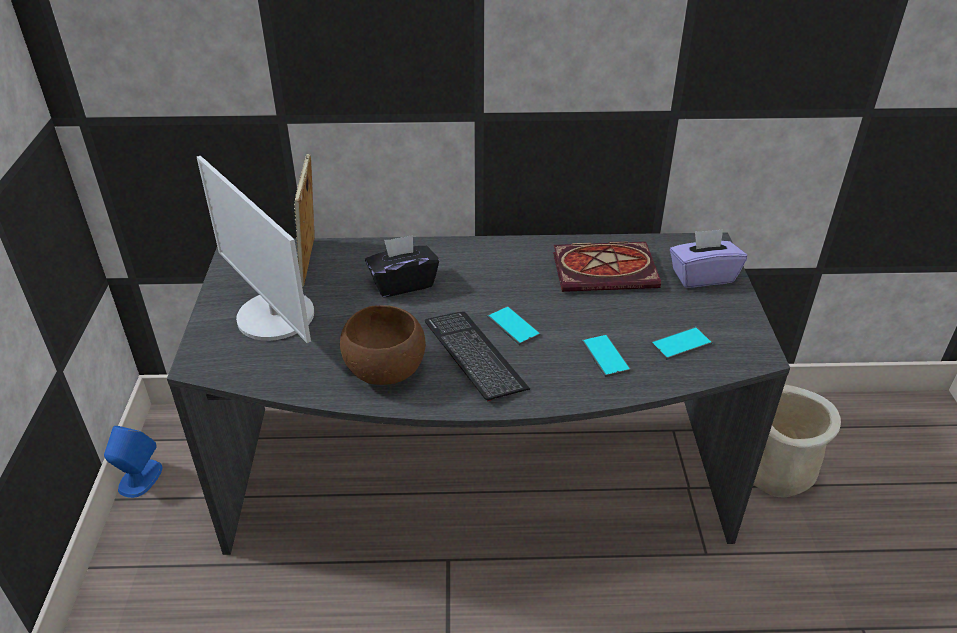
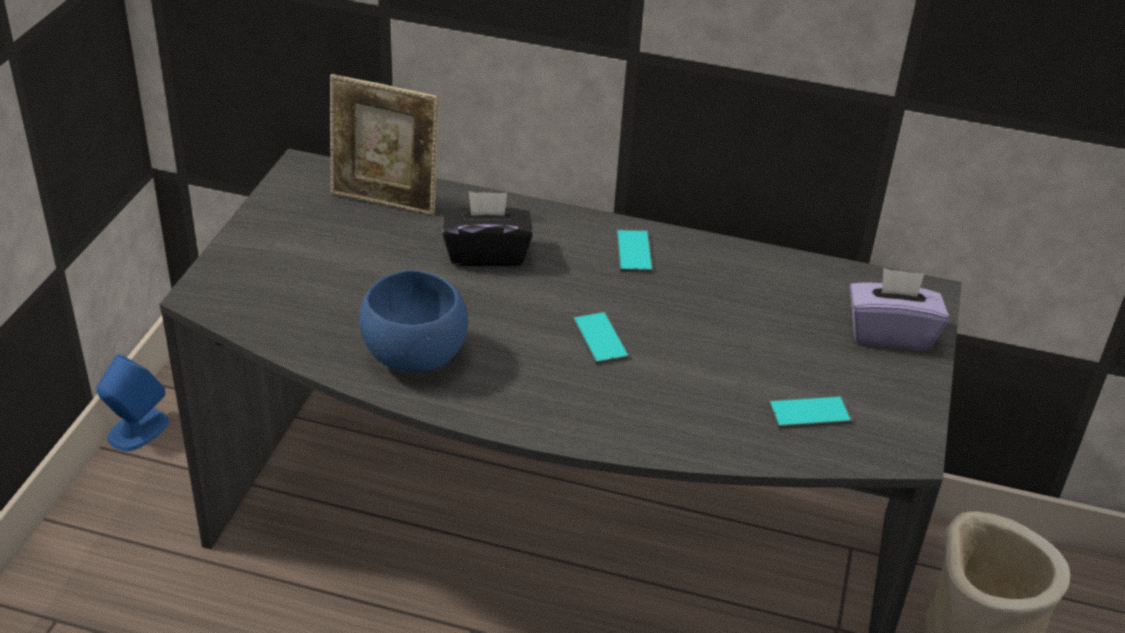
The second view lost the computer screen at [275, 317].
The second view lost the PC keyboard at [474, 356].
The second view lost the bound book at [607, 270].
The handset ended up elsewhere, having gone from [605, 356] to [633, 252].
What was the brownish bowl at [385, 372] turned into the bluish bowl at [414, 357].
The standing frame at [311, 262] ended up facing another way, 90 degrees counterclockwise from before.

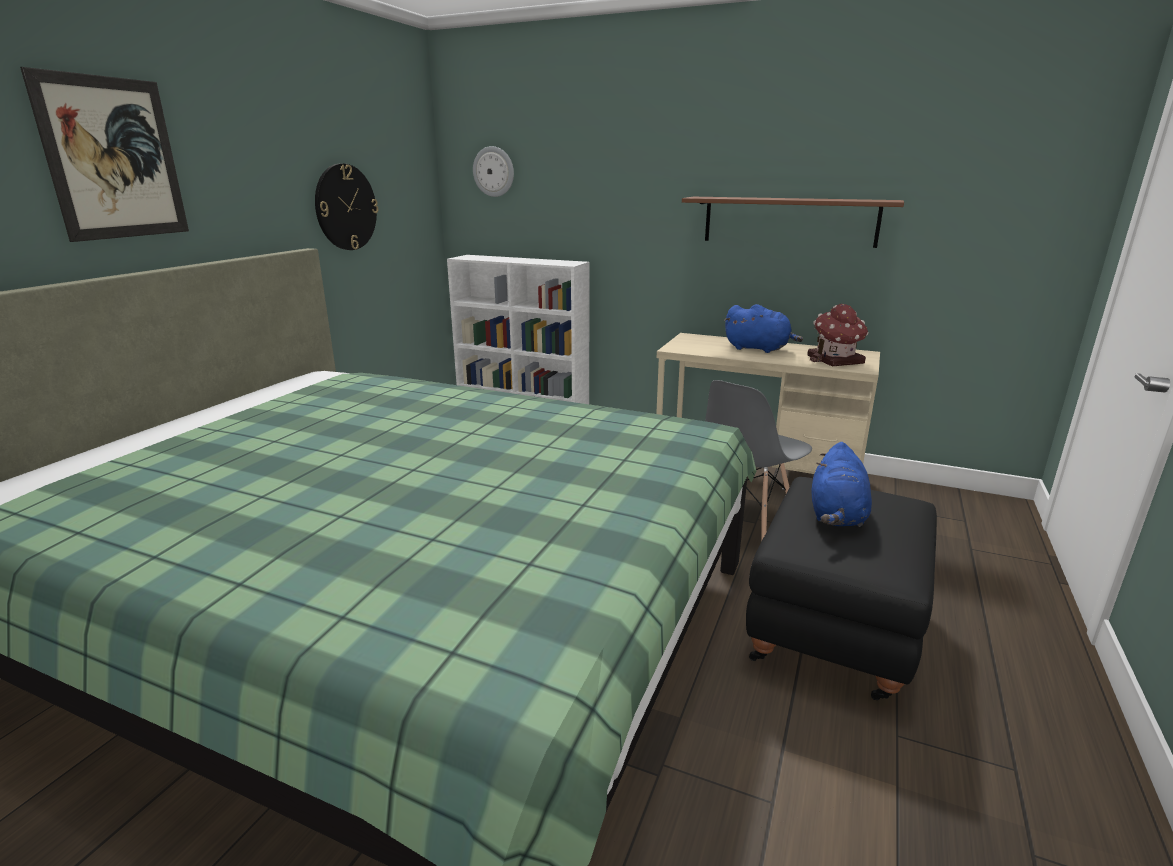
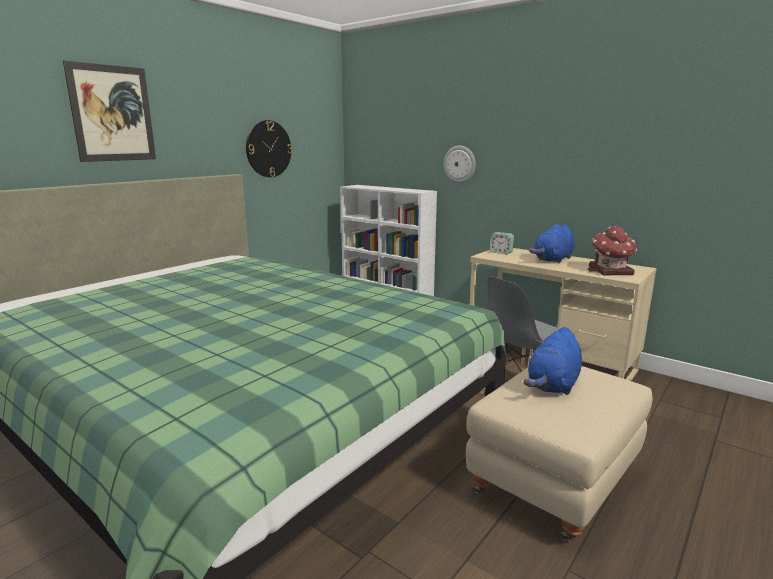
The second view lost the brownish wall shelf at [789, 221].
The second view gained the bedside clock at [501, 252].
The wall clock ended up elsewhere, having gone from [494, 171] to [459, 164].
What was the black ottoman at [835, 633] turned into the sand-coloured ottoman at [554, 485].
The bluish soft toy at [759, 349] ended up facing another way, 90 degrees clockwise from before.

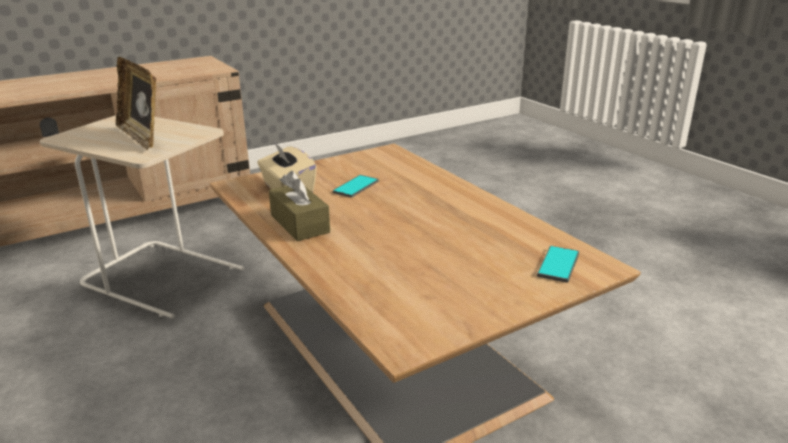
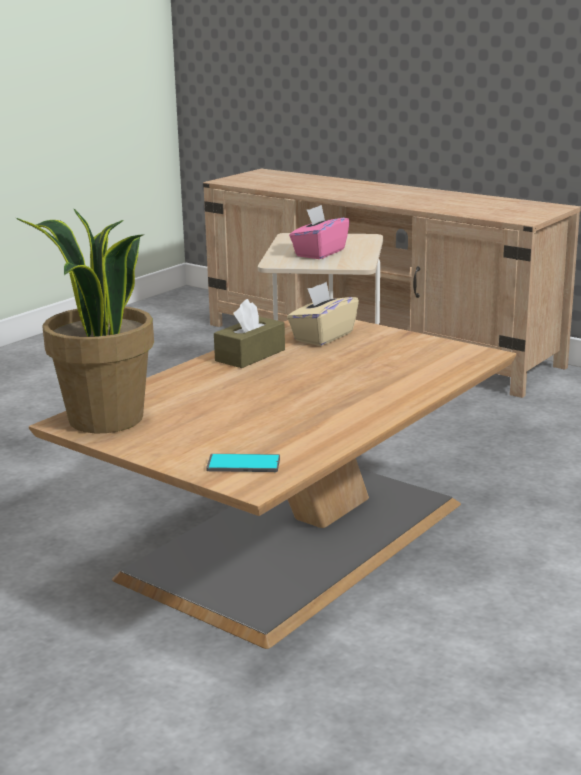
The second view lost the handset at [356, 187].
The second view gained the plant in a pot at [104, 419].
Where the standing frame stood at [142, 137], the pink-coloured box of tissues came to stand at [319, 253].

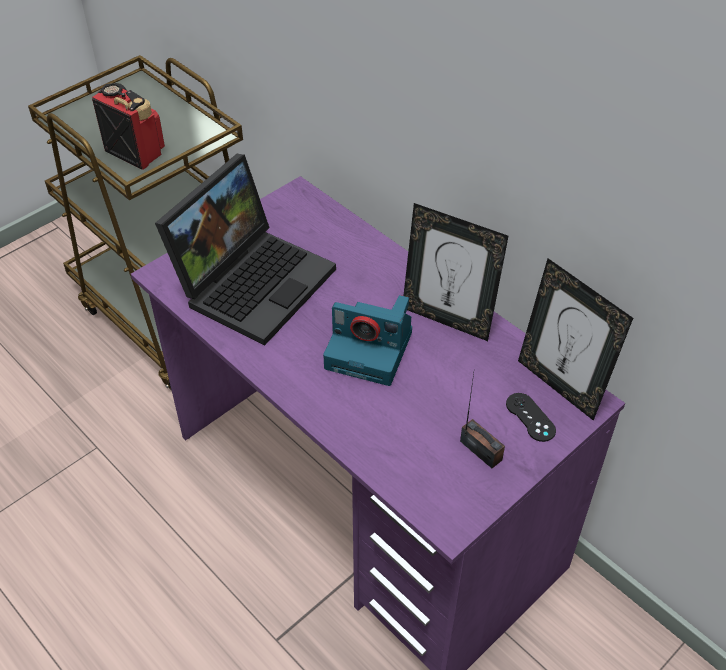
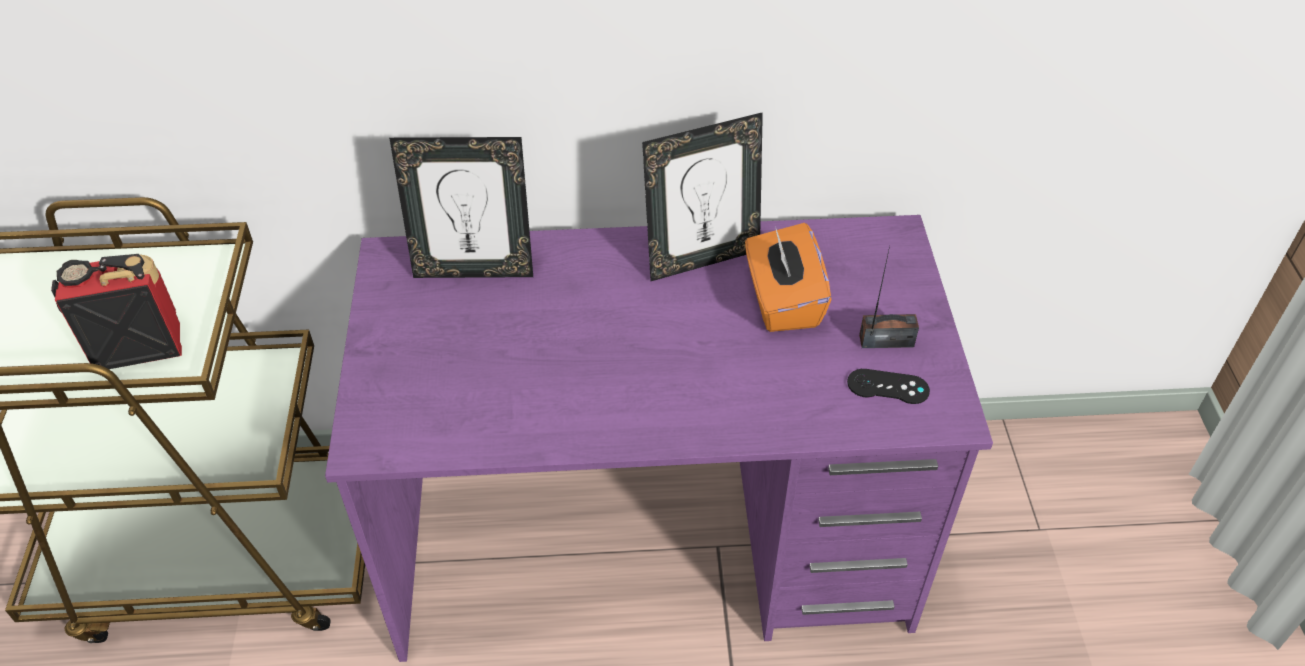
The second view lost the portable computer at [254, 280].
The second view lost the photo camera at [371, 350].
The second view gained the orangey box of tissues at [782, 301].
The black joypad ended up elsewhere, having gone from [530, 417] to [888, 387].
The standing frame ended up elsewhere, having gone from [560, 385] to [474, 270].

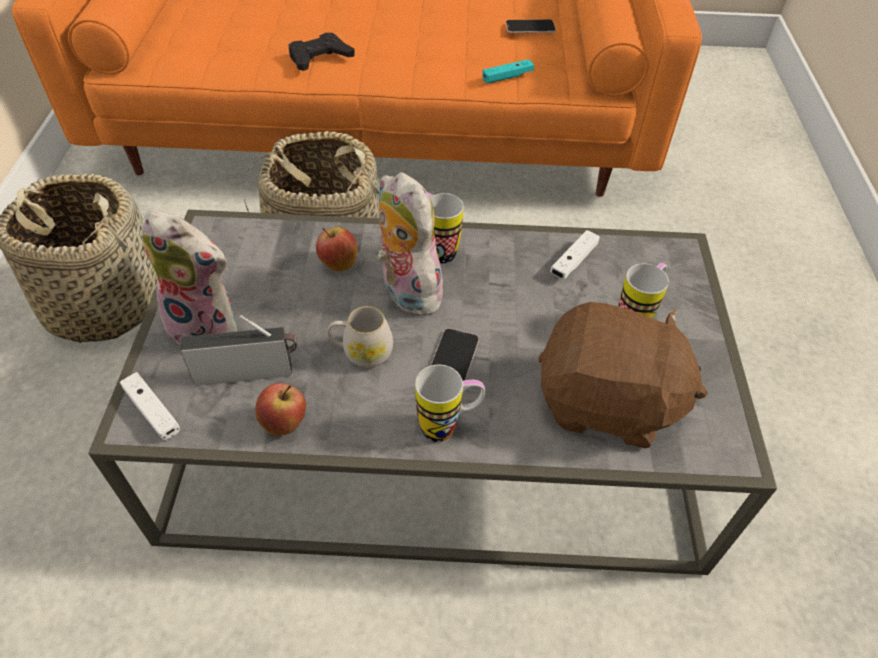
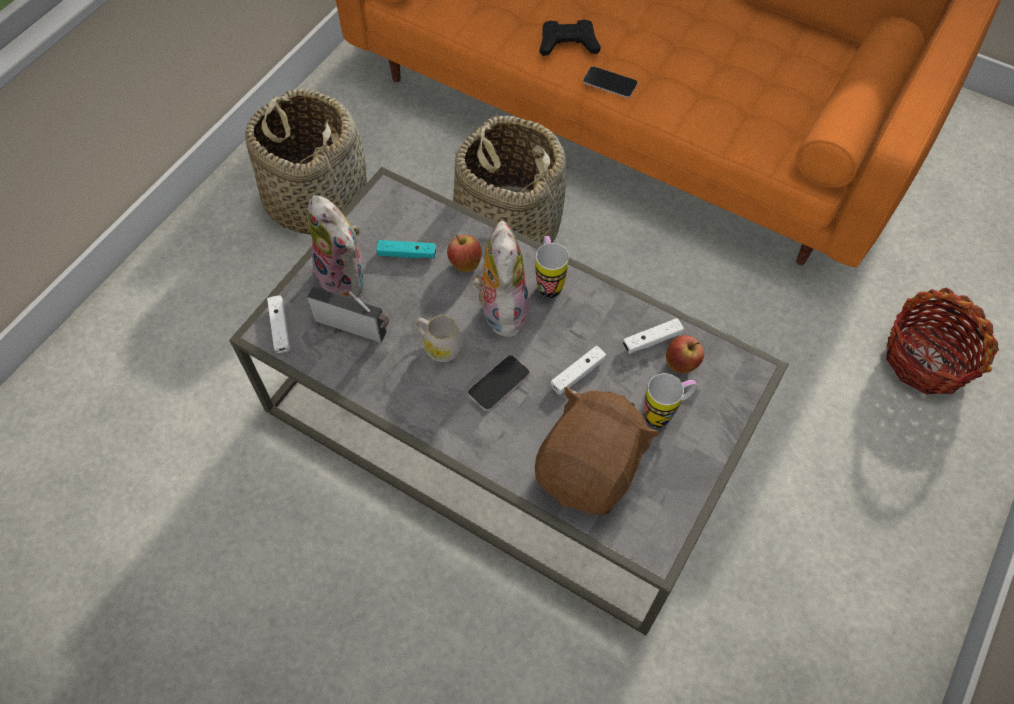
The second view lost the coffee mug at [448, 427].
The second view gained the whitish joypad at [578, 374].
The second view gained the basket at [927, 359].
The whole apple ended up elsewhere, having gone from [285, 423] to [681, 364].
The turquoise-coloured joypad ended up elsewhere, having gone from [507, 77] to [407, 254].
The handset ended up elsewhere, having gone from [530, 27] to [610, 83].
The brownish soft toy at [607, 403] ended up facing another way, 105 degrees counterclockwise from before.

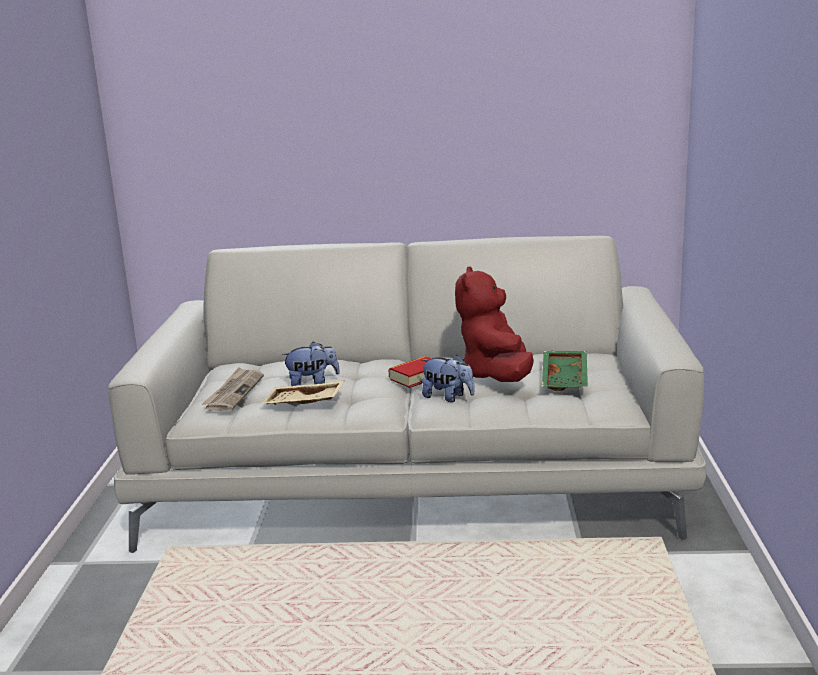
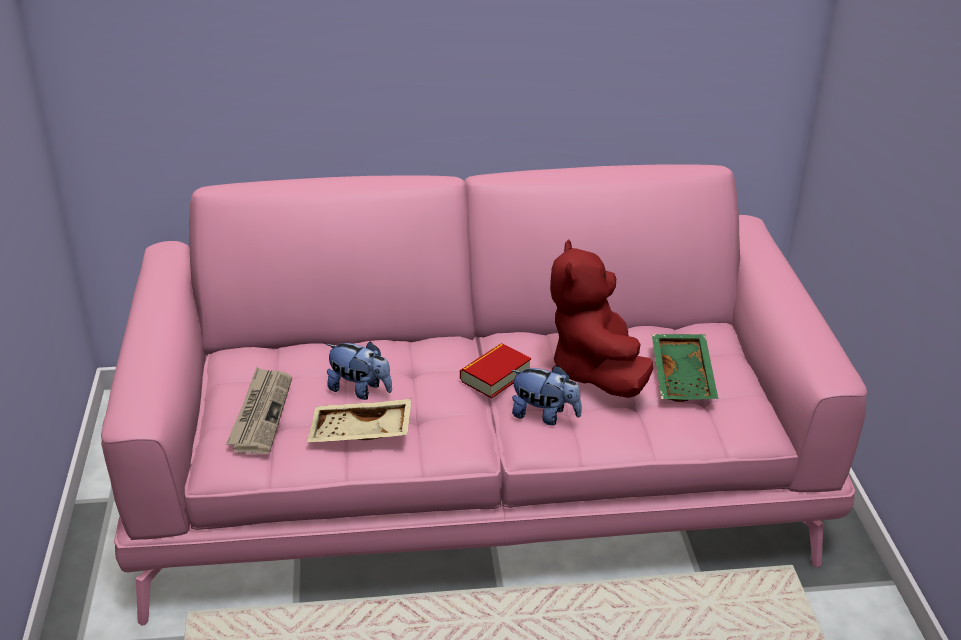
What was the whitish settee at [415, 476] turned into the pink-coloured settee at [478, 472].
The soft toy at [312, 383] ended up facing another way, 45 degrees clockwise from before.

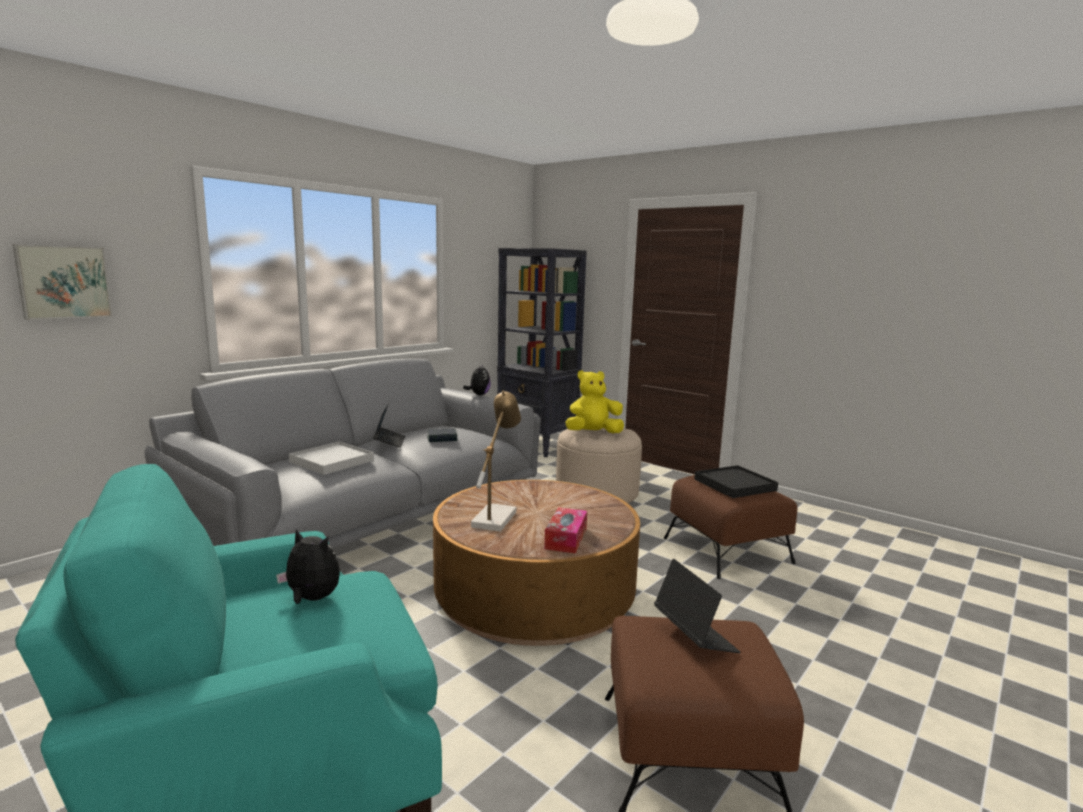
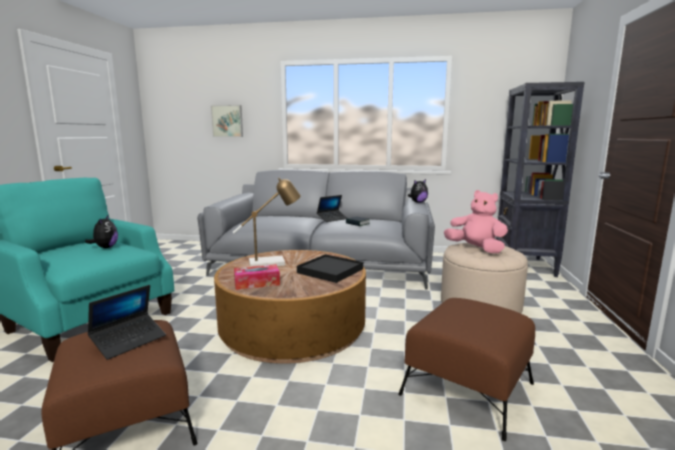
The second view lost the whitish carrying tray at [332, 461].
The black carrying tray ended up elsewhere, having gone from [735, 485] to [330, 271].
What was the yellow soft toy at [593, 433] turned into the pink-coloured soft toy at [476, 249].

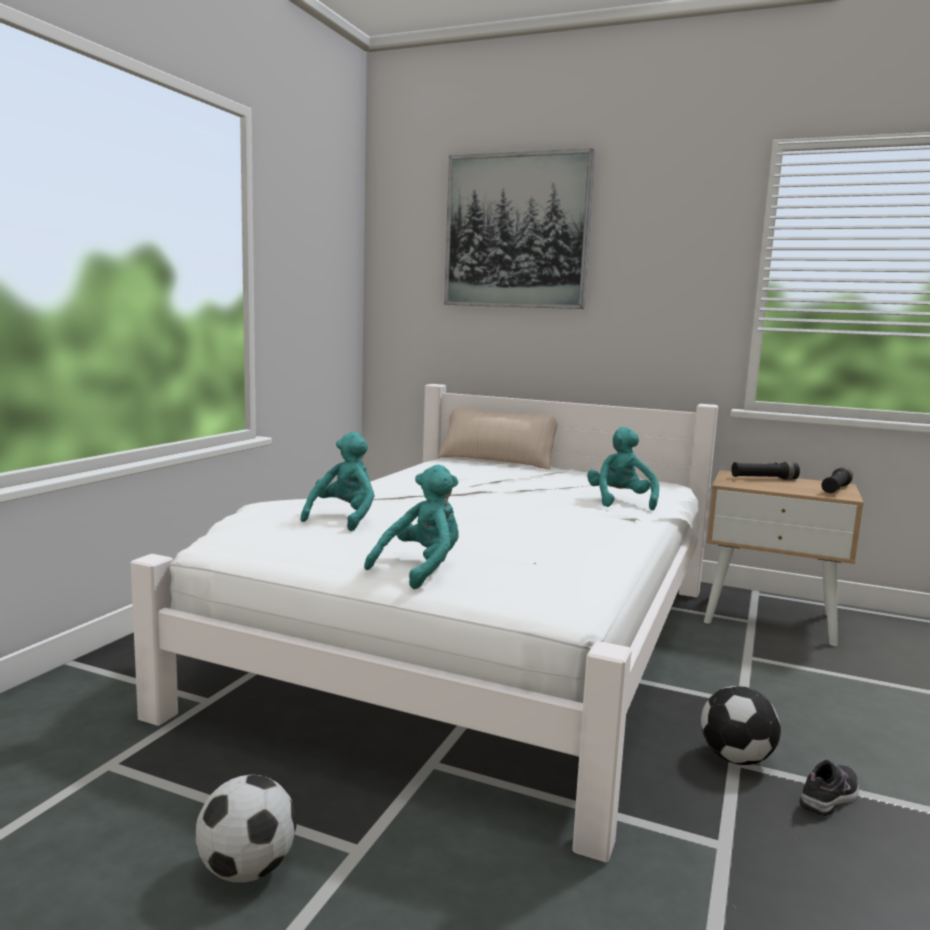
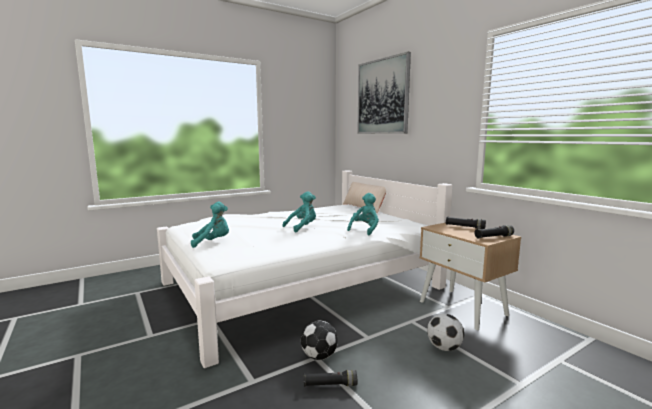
The ball for football ended up elsewhere, having gone from [247, 870] to [444, 348].
The turquoise-coloured soft toy ended up elsewhere, having gone from [344, 518] to [302, 227].
Where the shoe stood at [829, 797], the black hand torch came to stand at [330, 385].

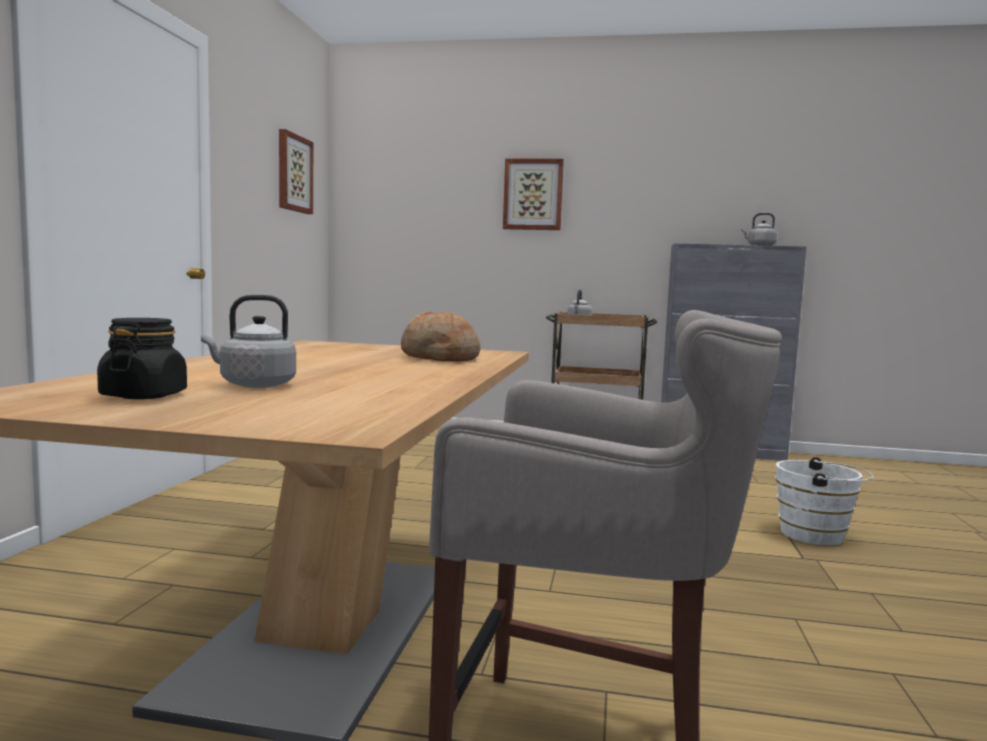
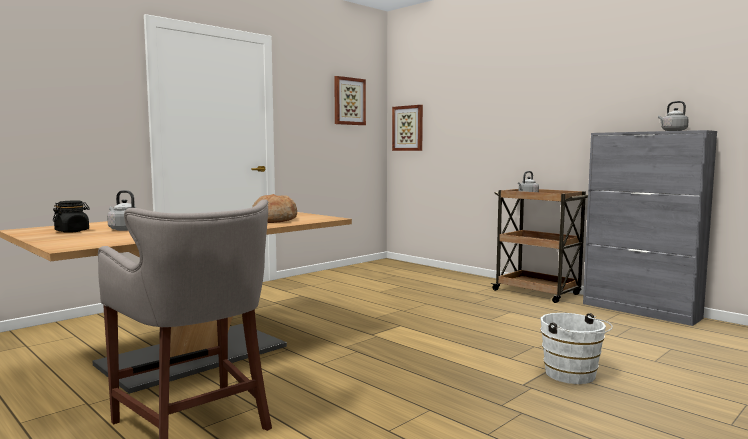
The wall art ended up elsewhere, having gone from [533, 194] to [408, 128].

